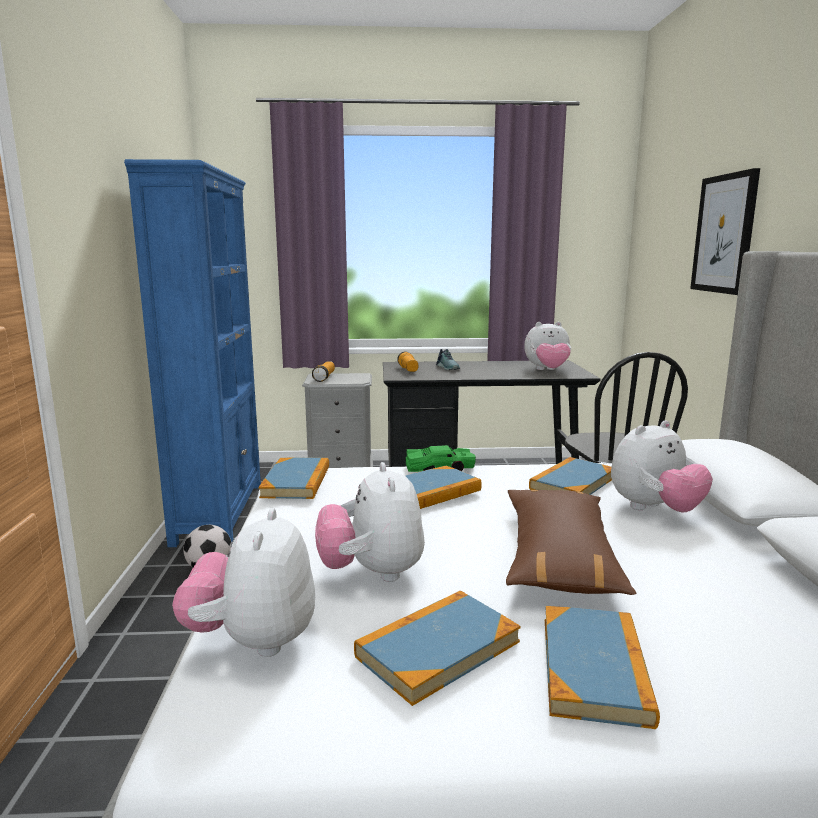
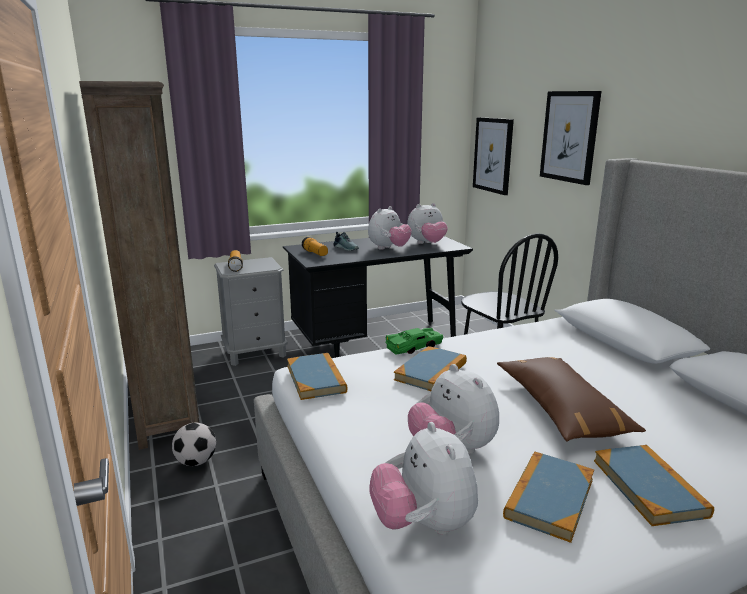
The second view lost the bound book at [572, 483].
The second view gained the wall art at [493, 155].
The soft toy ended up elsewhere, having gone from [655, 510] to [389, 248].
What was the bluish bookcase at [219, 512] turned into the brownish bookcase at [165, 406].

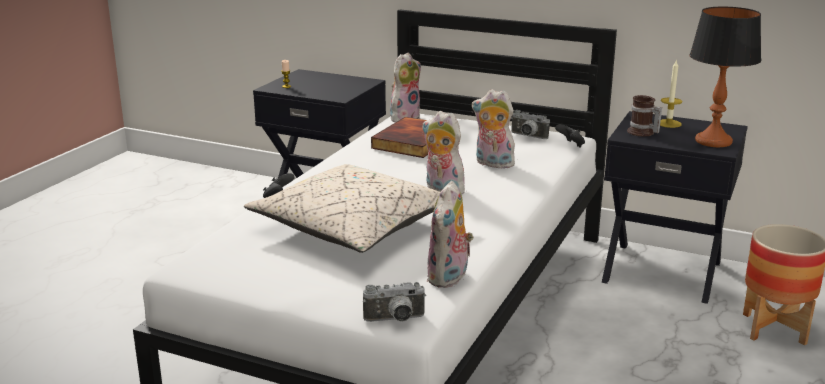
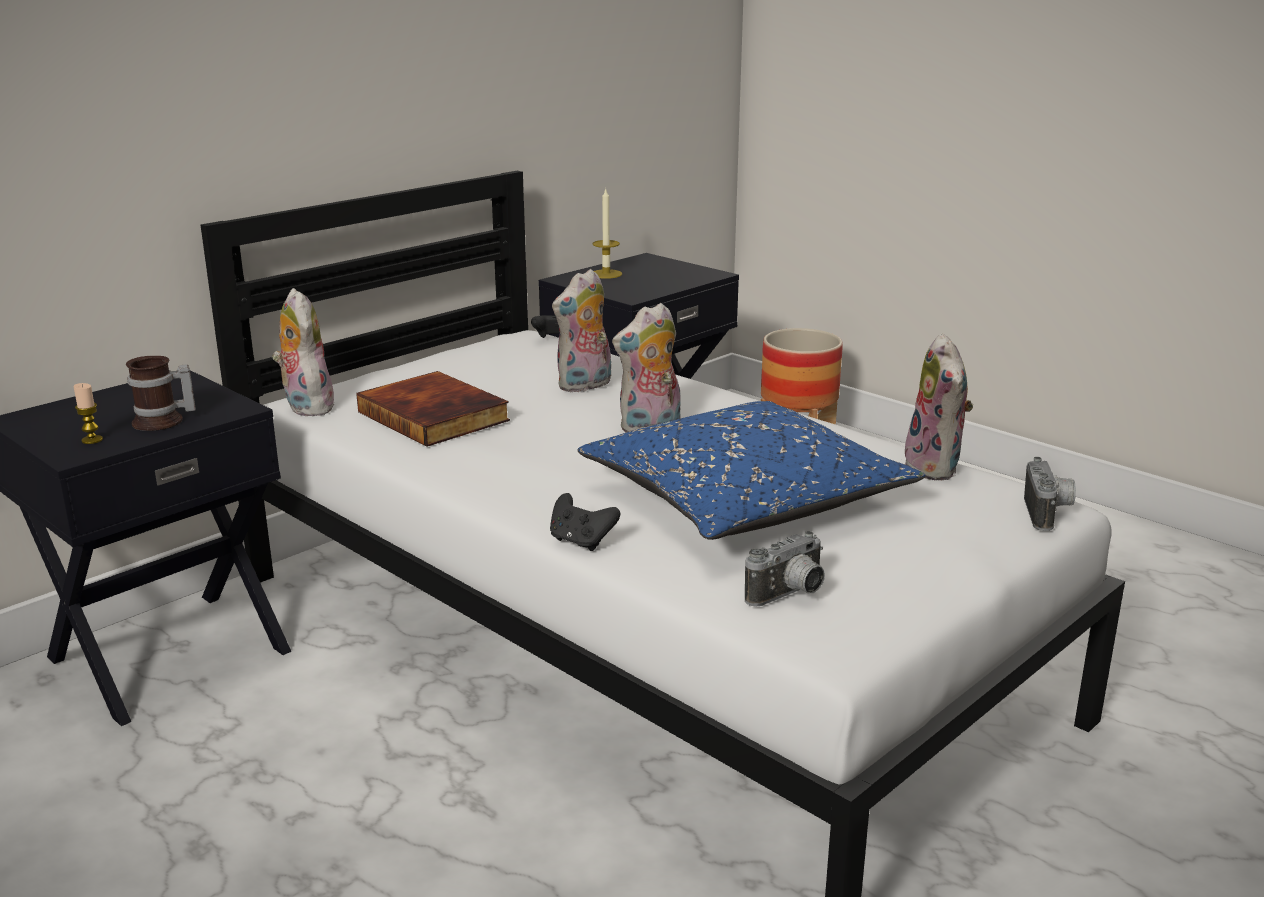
The second view lost the lamp for a table at [713, 141].
The photo camera ended up elsewhere, having gone from [527, 136] to [790, 595].
The coffee mug ended up elsewhere, having gone from [642, 133] to [163, 422].
What was the sand-coloured pillow at [353, 228] turned into the bluish pillow at [743, 502].
The soft toy at [449, 278] ended up facing another way, 45 degrees clockwise from before.

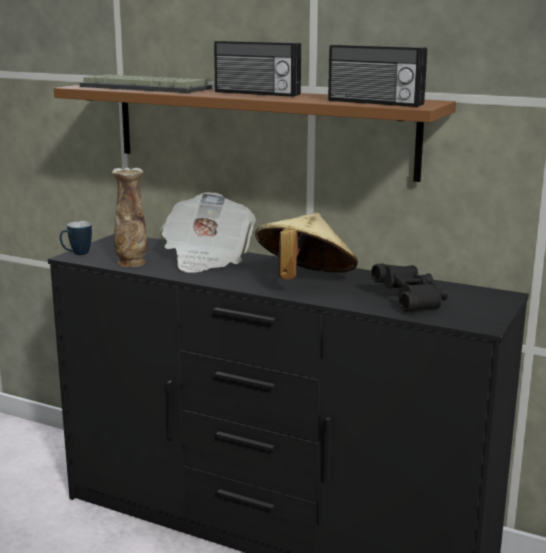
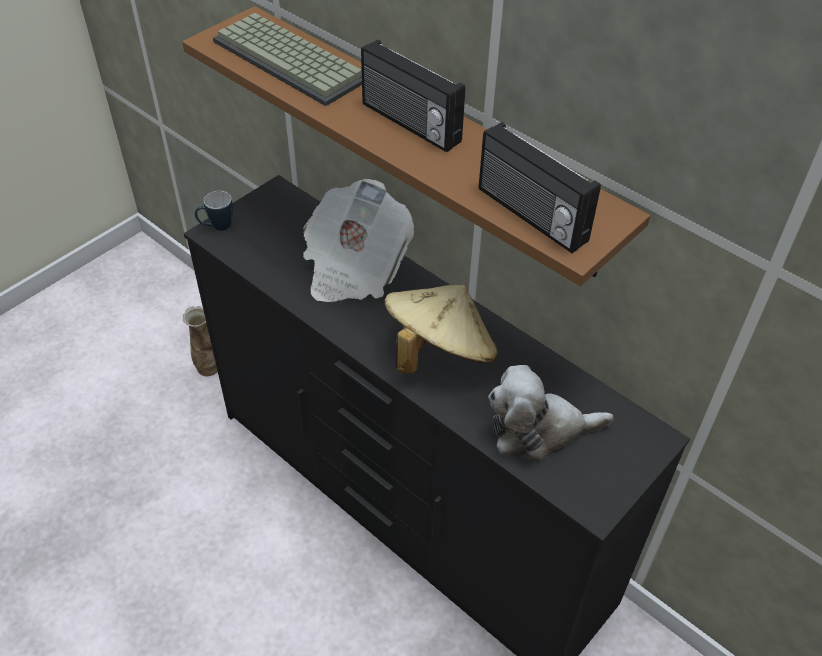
The decorative vase ended up elsewhere, having gone from [132, 263] to [208, 368].
Where the black pair of binoculars stood at [411, 301], the soft toy came to stand at [539, 430].

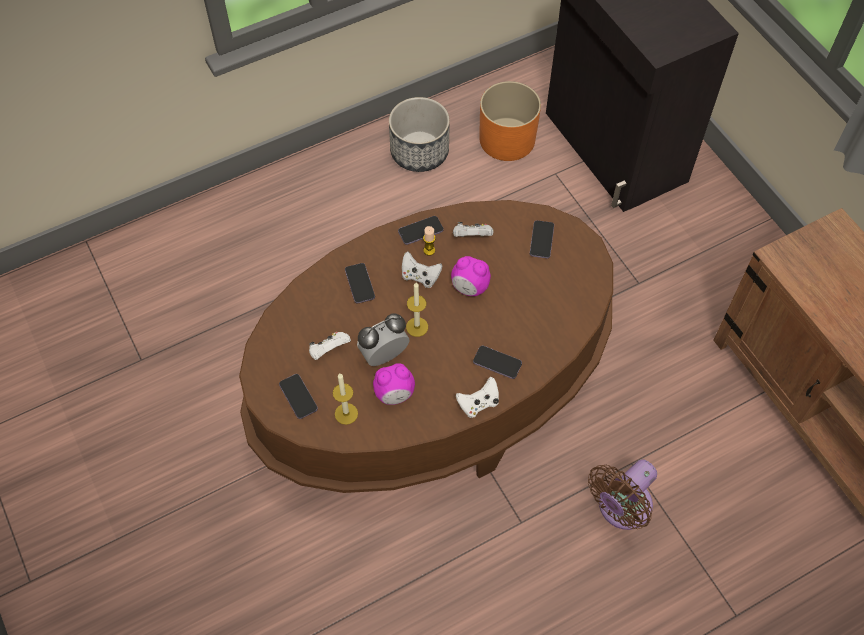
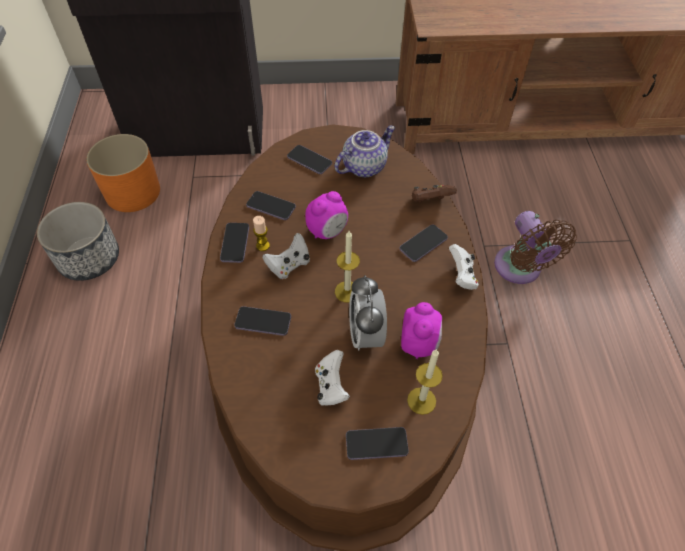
The second view gained the pot for tea at [363, 166].
The second view gained the brownish joypad at [430, 201].
Where the whitish joypad stood at [472, 237], the handset came to stand at [271, 207].

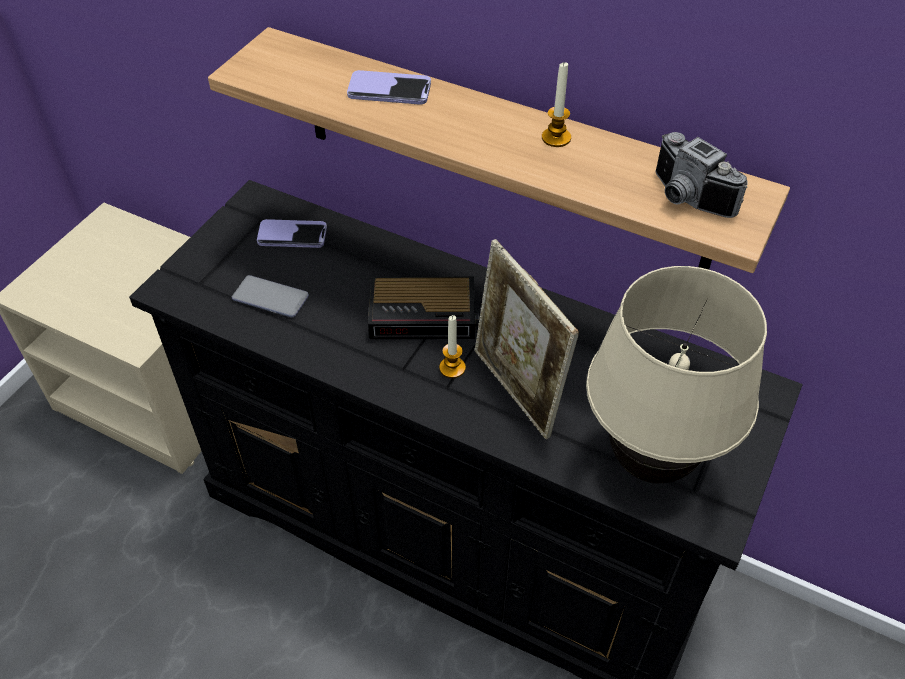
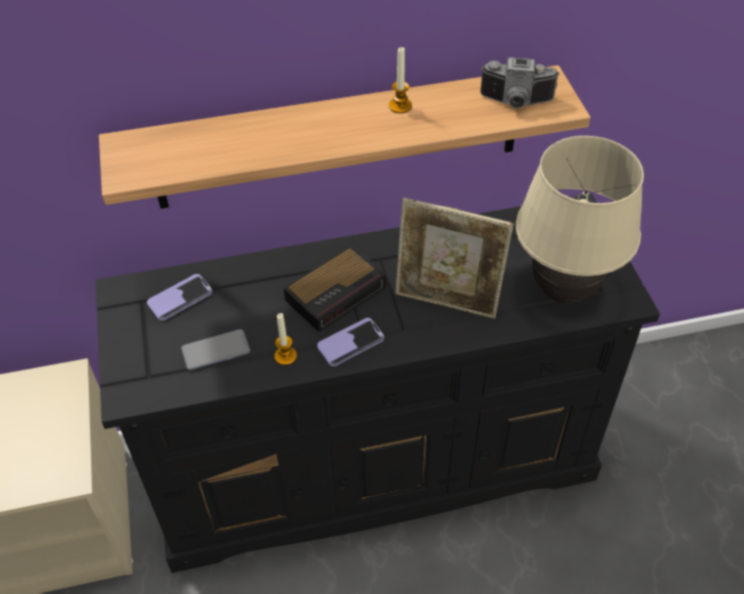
The handset ended up elsewhere, having gone from [389, 90] to [350, 343].
The wax light ended up elsewhere, having gone from [452, 368] to [285, 356].

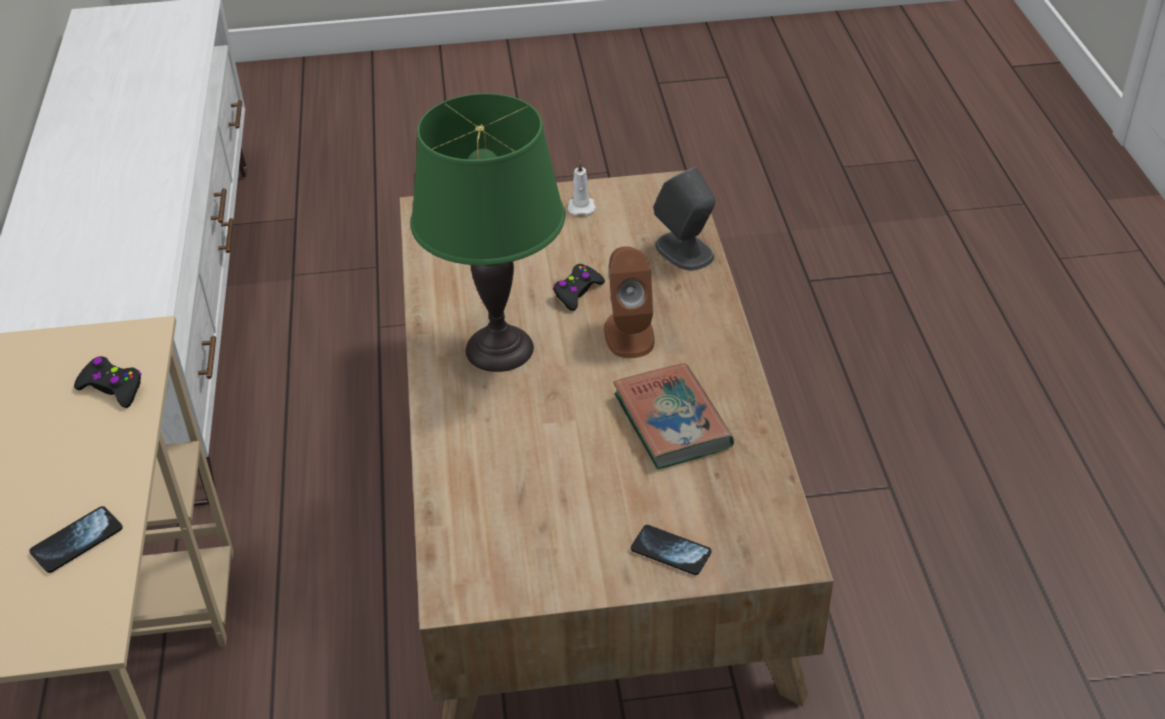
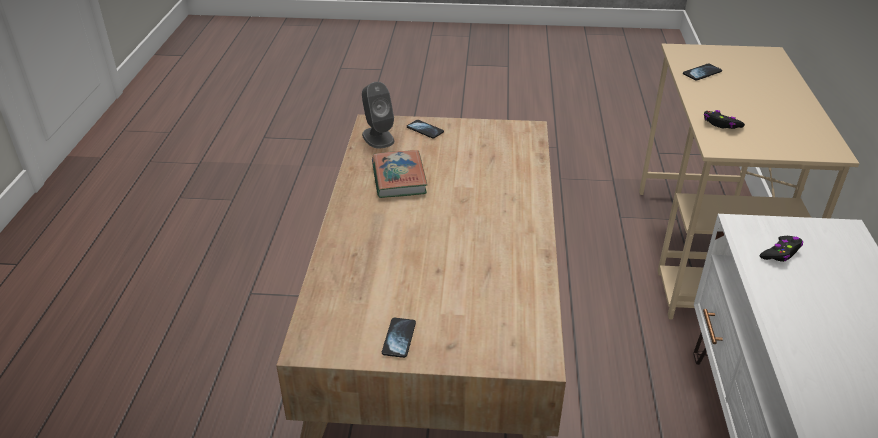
The second view lost the green-coloured lamp for a table at [499, 349].
The second view lost the brownish audio speaker at [629, 334].
The black joypad ended up elsewhere, having gone from [577, 292] to [781, 253].
The greyish audio speaker ended up elsewhere, having gone from [685, 251] to [378, 137].
Where the whitish wax light stood at [581, 206], the handset came to stand at [399, 338].

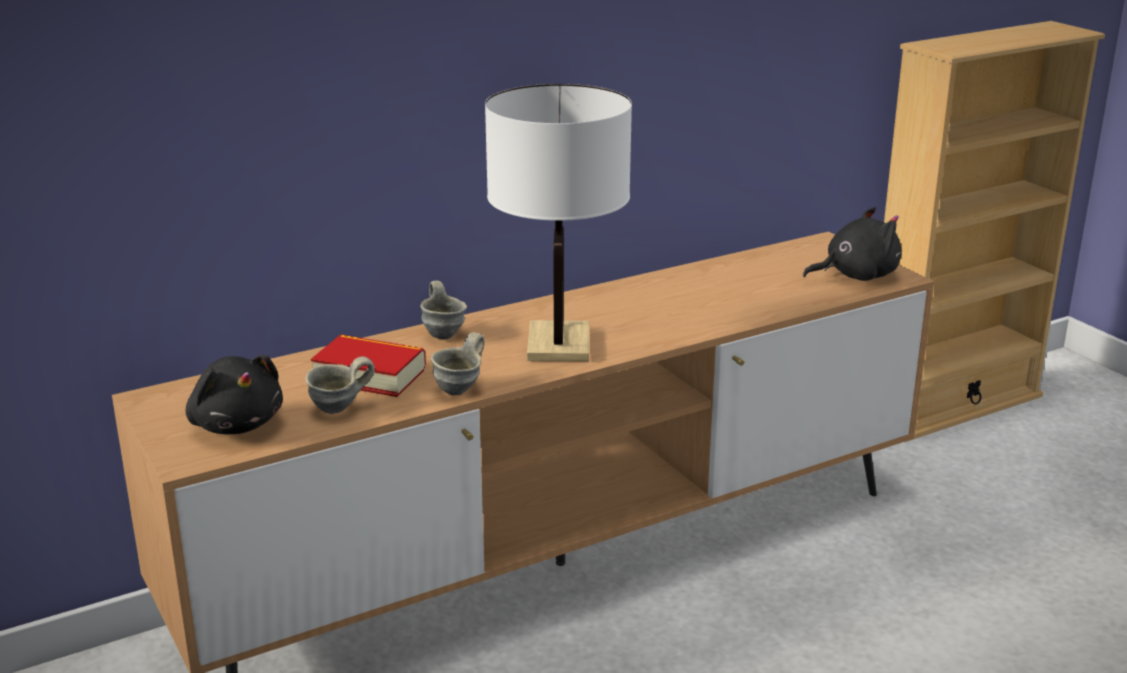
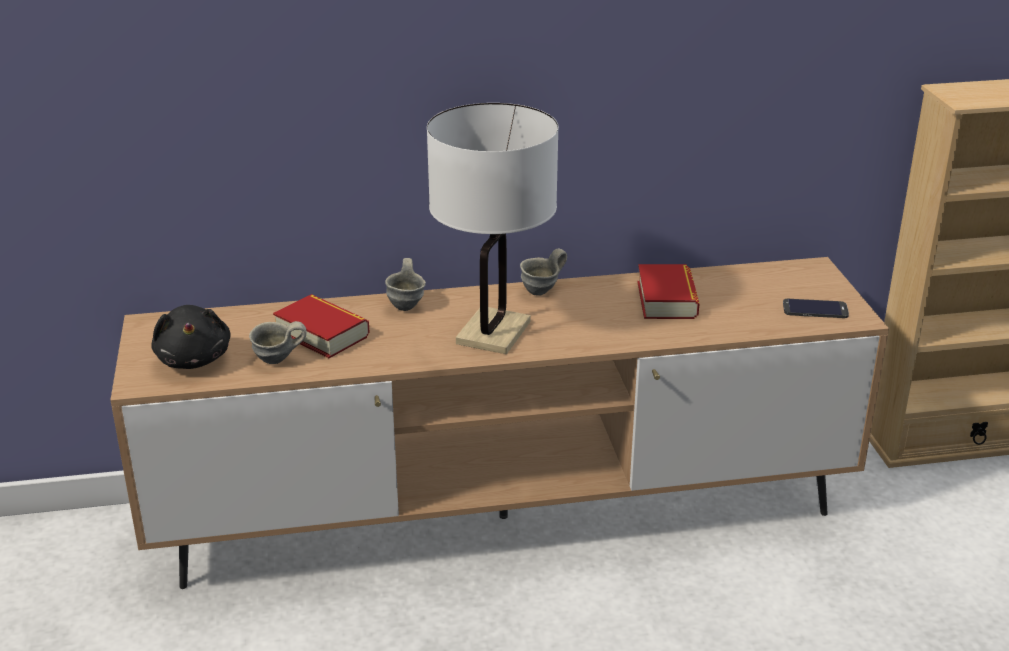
The second view gained the bound book at [667, 300].
The greyish coffee mug ended up elsewhere, having gone from [462, 389] to [543, 292].
Where the black soft toy stood at [856, 276], the handset came to stand at [815, 309].

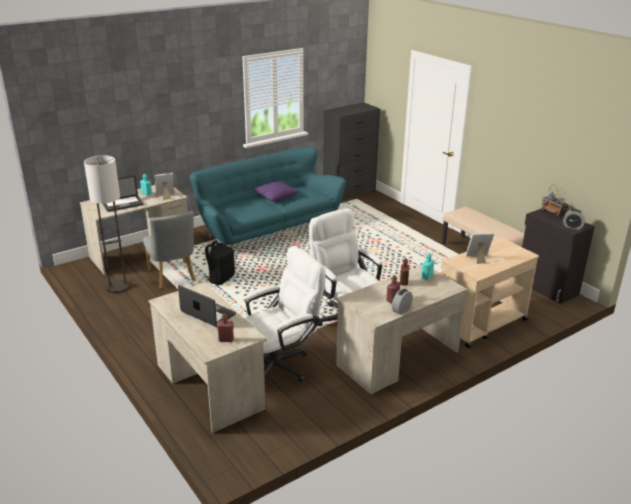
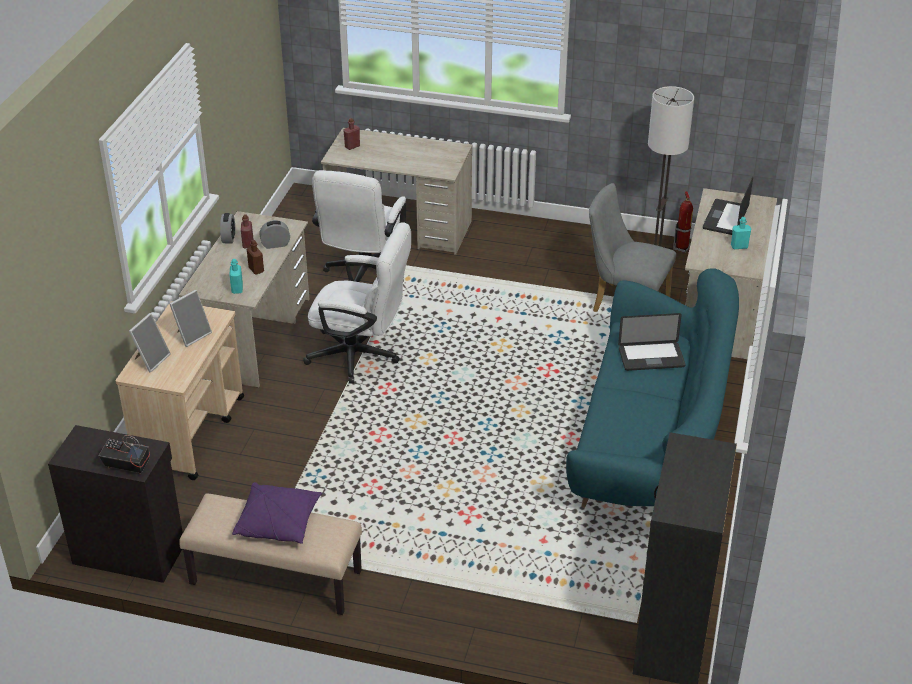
The second view lost the black rucksack at [220, 279].
The second view gained the extinguisher at [681, 247].
The standing frame ended up elsewhere, having gone from [165, 196] to [151, 360].
The portable computer ended up elsewhere, having gone from [208, 313] to [651, 357].
The purplish pillow ended up elsewhere, having gone from [275, 196] to [278, 522].
The bedside clock ended up elsewhere, having gone from [572, 227] to [275, 244].

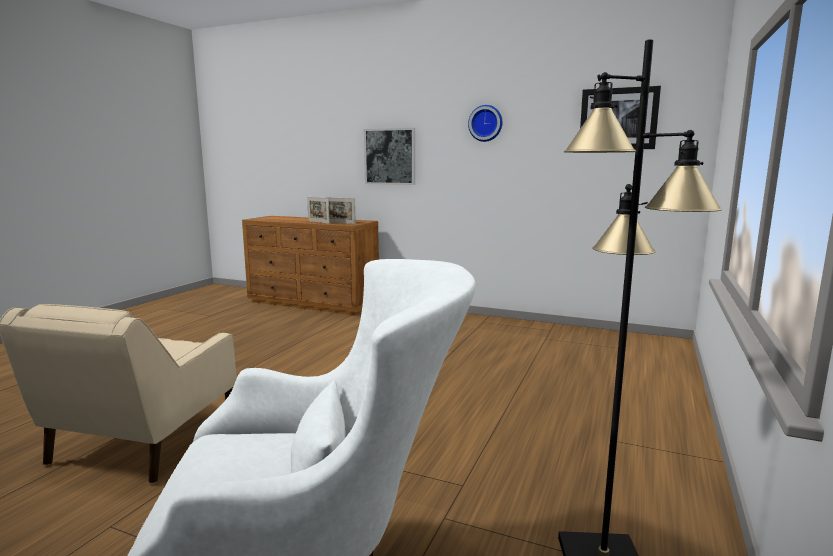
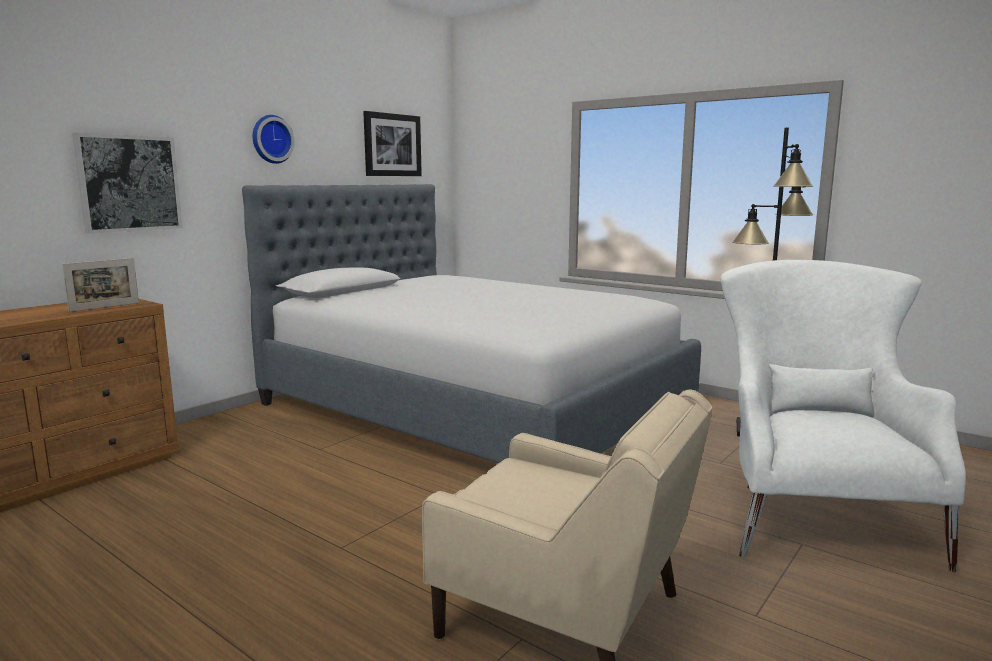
The second view lost the standing frame at [318, 222].
The second view gained the bedroom bed at [473, 407].

